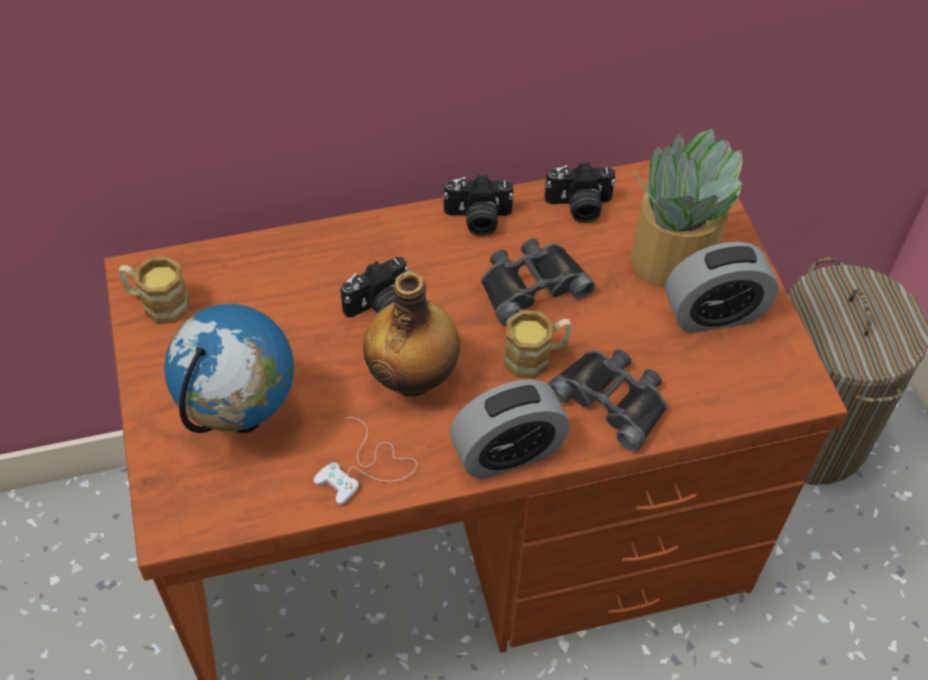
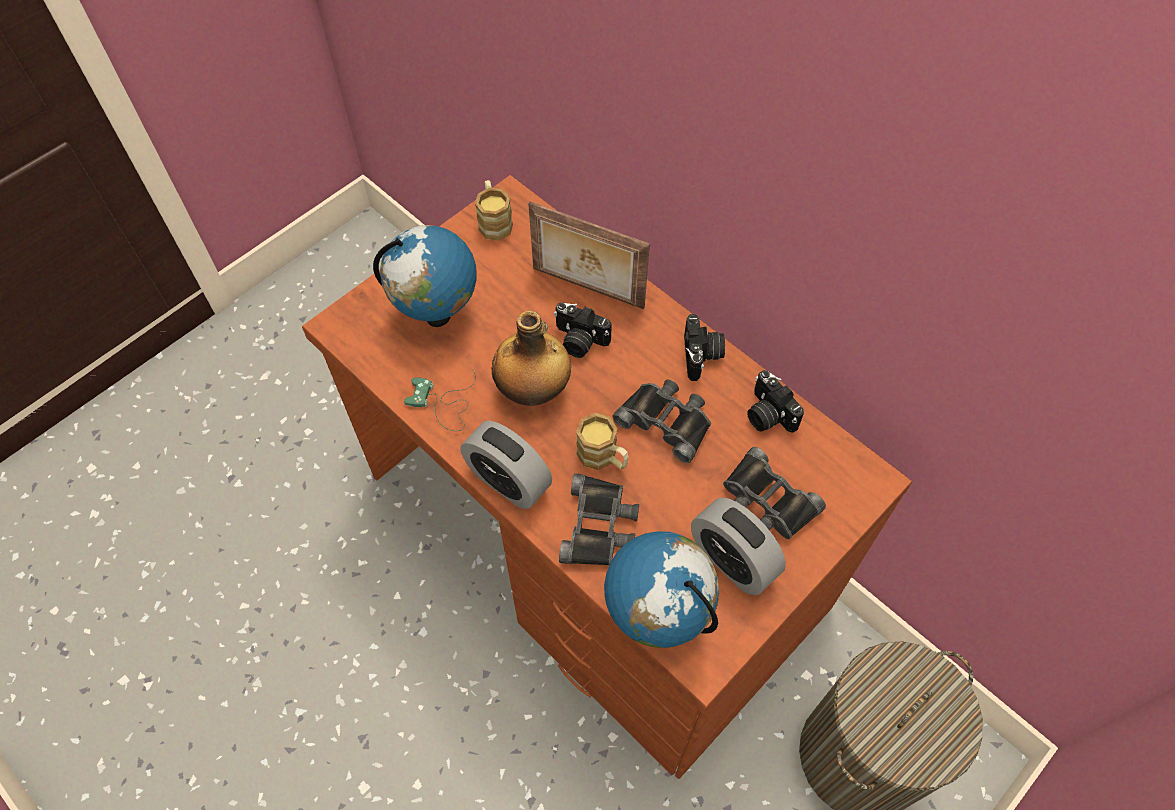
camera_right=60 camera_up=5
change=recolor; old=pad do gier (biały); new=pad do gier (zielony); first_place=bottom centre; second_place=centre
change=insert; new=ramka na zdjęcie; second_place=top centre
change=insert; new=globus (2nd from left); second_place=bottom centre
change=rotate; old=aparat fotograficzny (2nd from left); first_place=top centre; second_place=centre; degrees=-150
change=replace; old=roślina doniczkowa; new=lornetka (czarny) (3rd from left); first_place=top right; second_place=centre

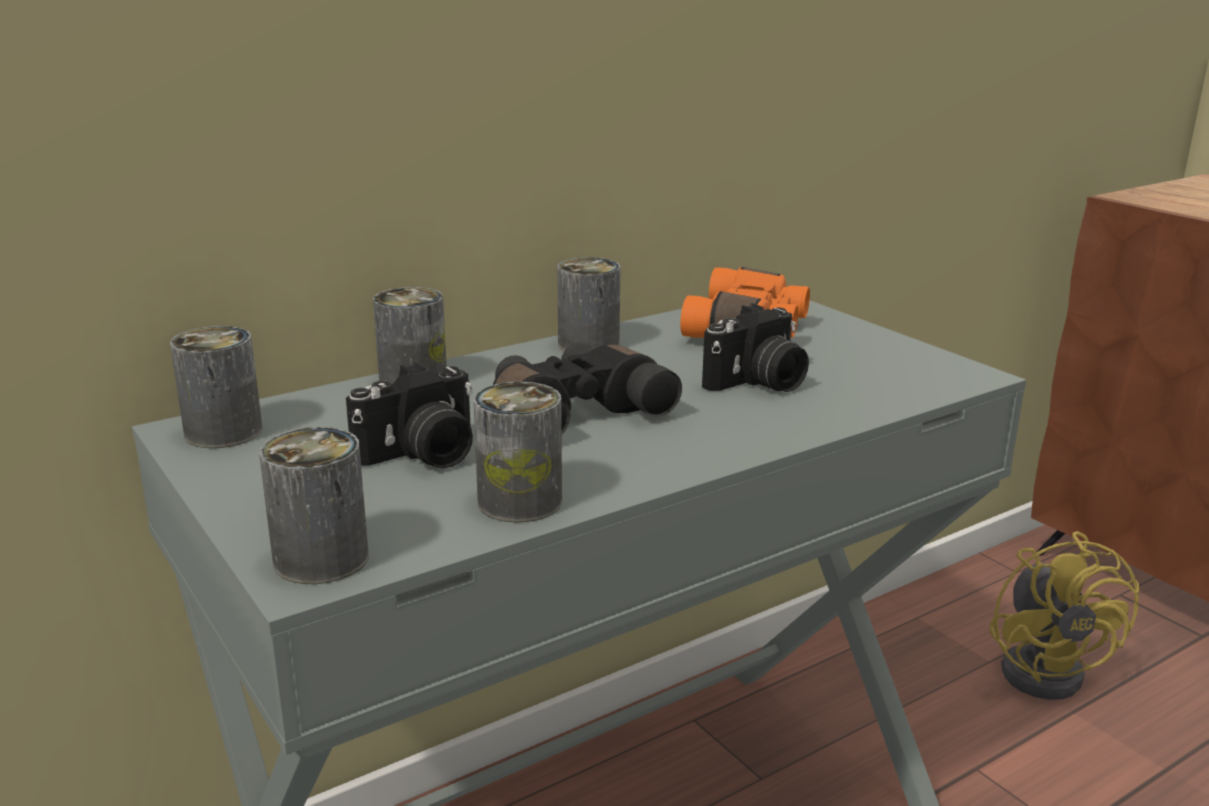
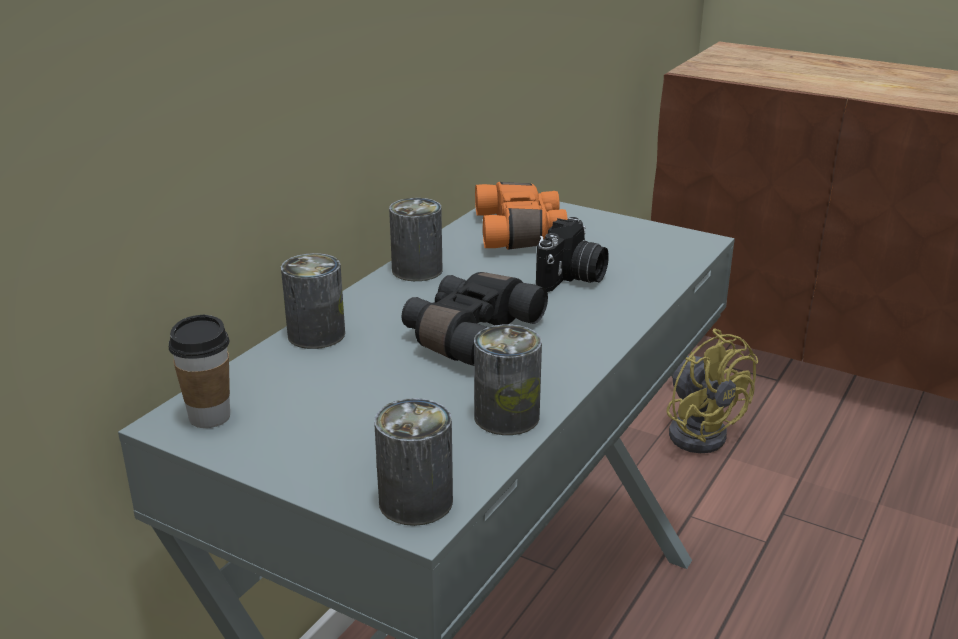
camera_right=-25 camera_up=5
change=replace; old=puszka (1st from left); new=filiżanka; first_place=middle left; second_place=middle left
change=delete; old=aparat fotograficzny (1st from left); first_place=centre

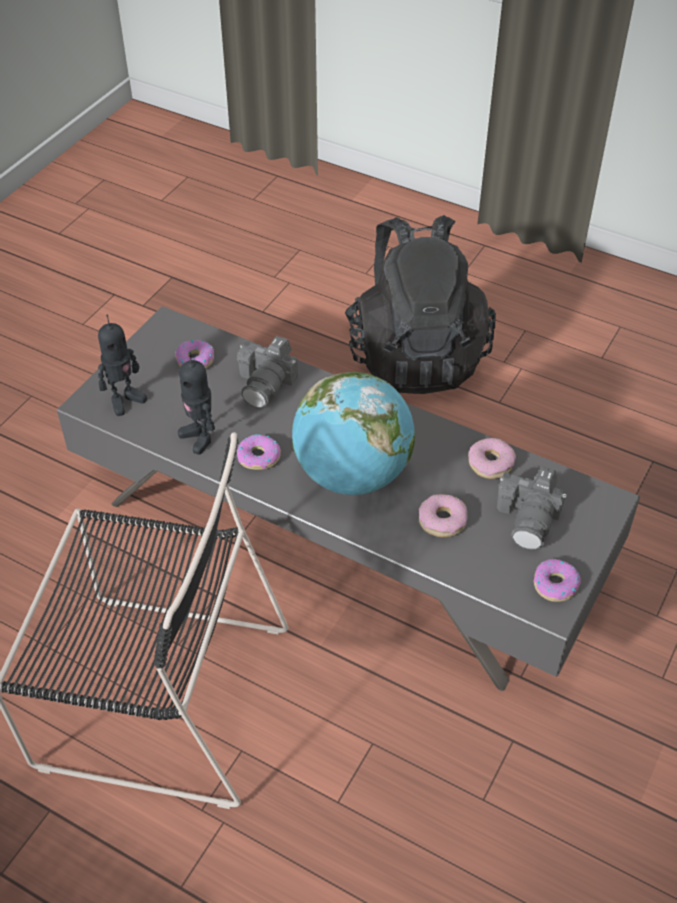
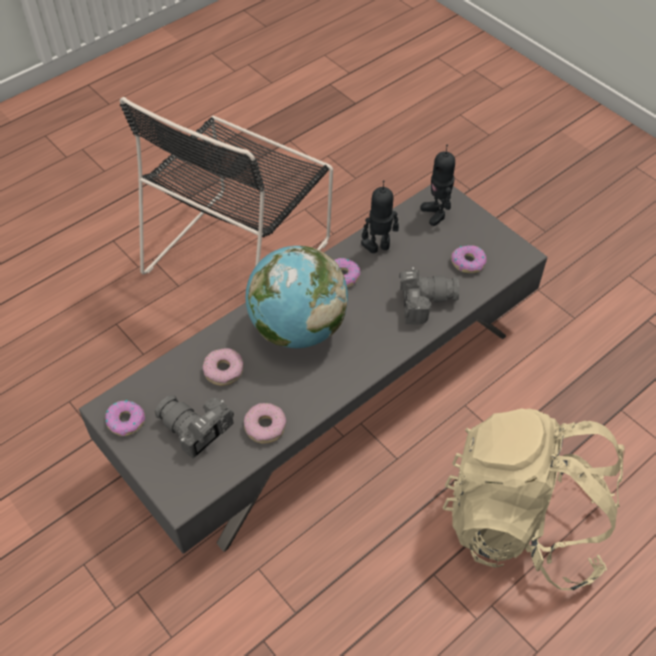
camera_right=110 camera_up=5
change=rotate; old=aparat fotograficzny (1st from left in the first image); first_place=centre; second_place=centre; degrees=135
change=recolor; old=plecak (czarny); new=plecak (beżowy); first_place=centre; second_place=bottom right

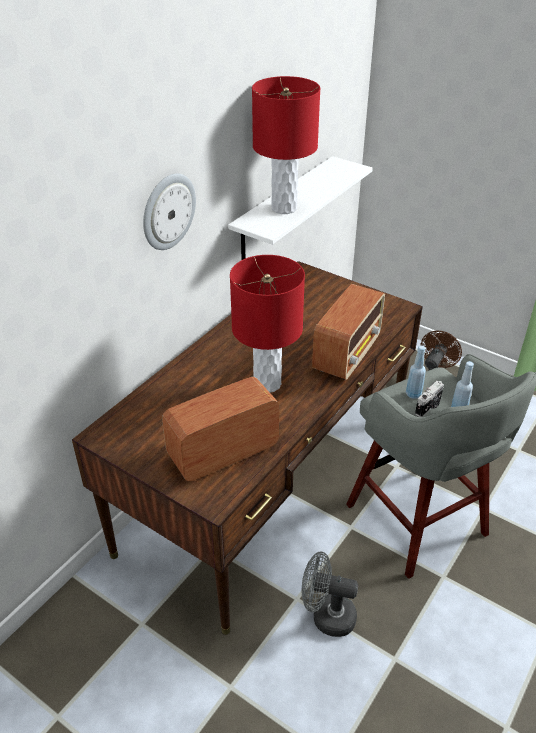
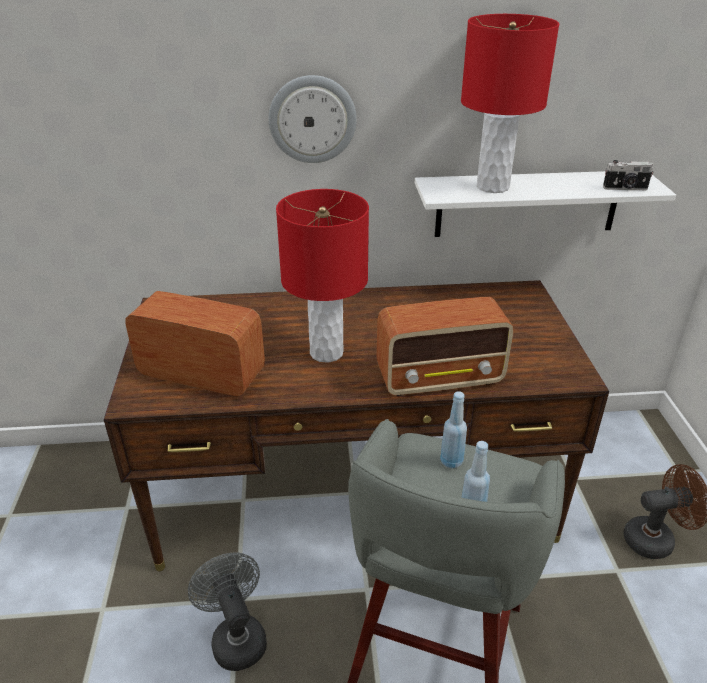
camera_right=50 camera_up=-5
change=move; old=aparat fotograficzny; first_place=middle right; second_place=top right

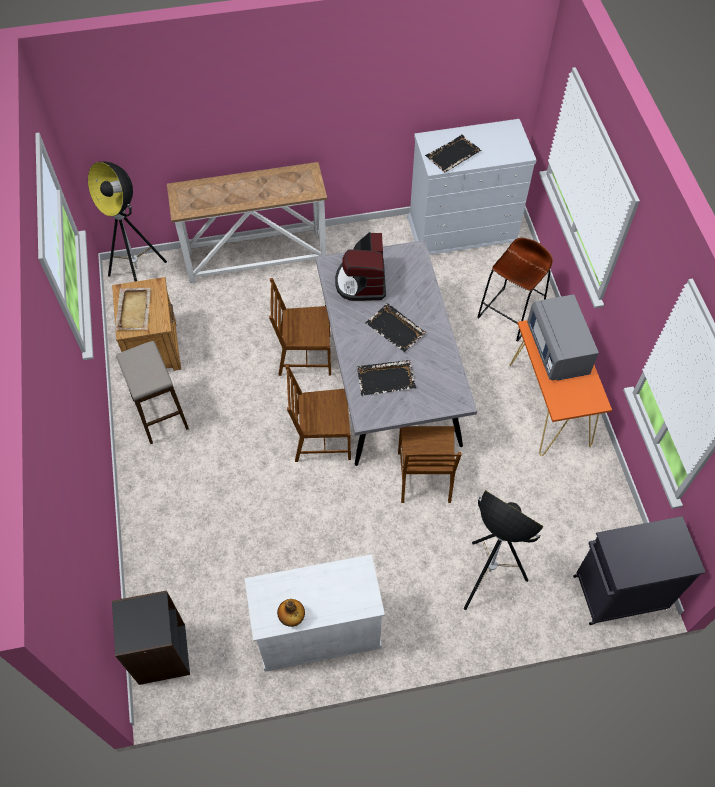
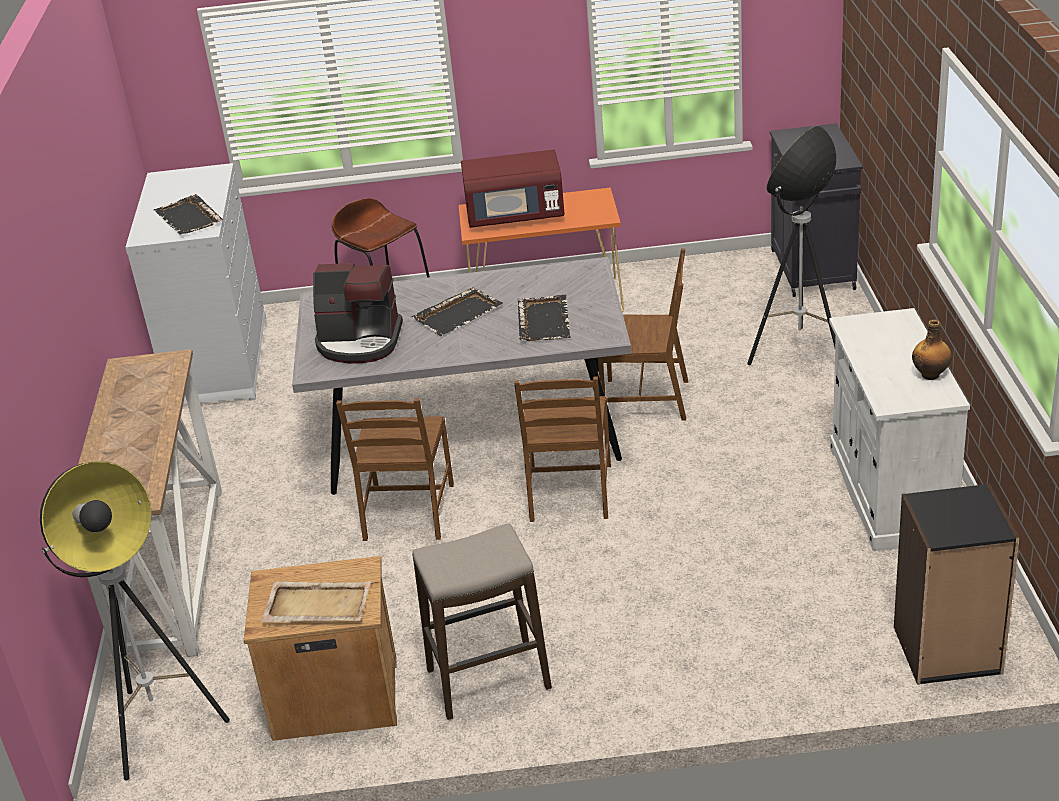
camera_right=-80 camera_up=-25
change=recolor; old=mikrofalówka (szary); new=mikrofalówka (czerwony); first_place=middle right; second_place=top centre

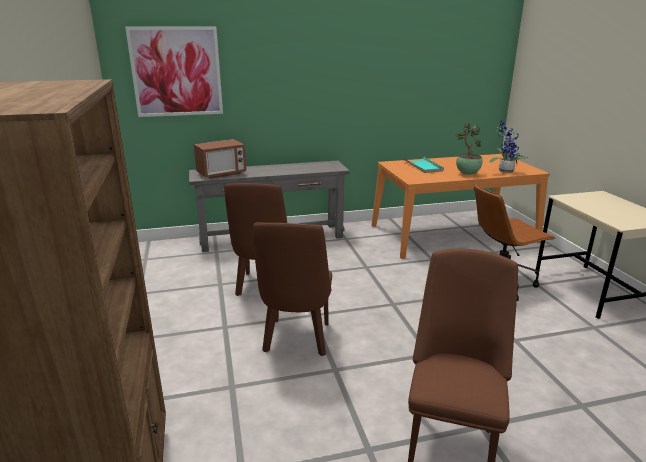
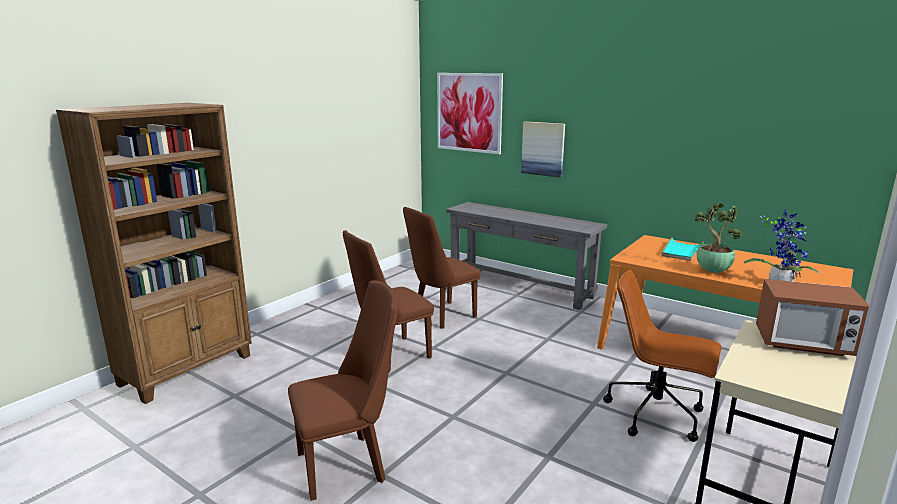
camera_right=50 camera_up=-5
change=insert; new=obraz (2nd from left); second_place=top centre
change=move; old=mikrofalówka; first_place=centre; second_place=middle right

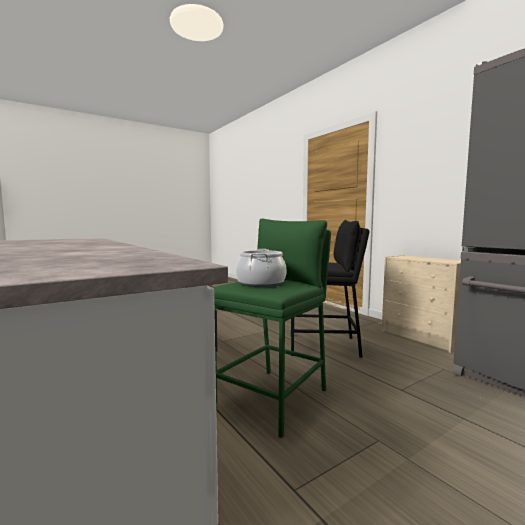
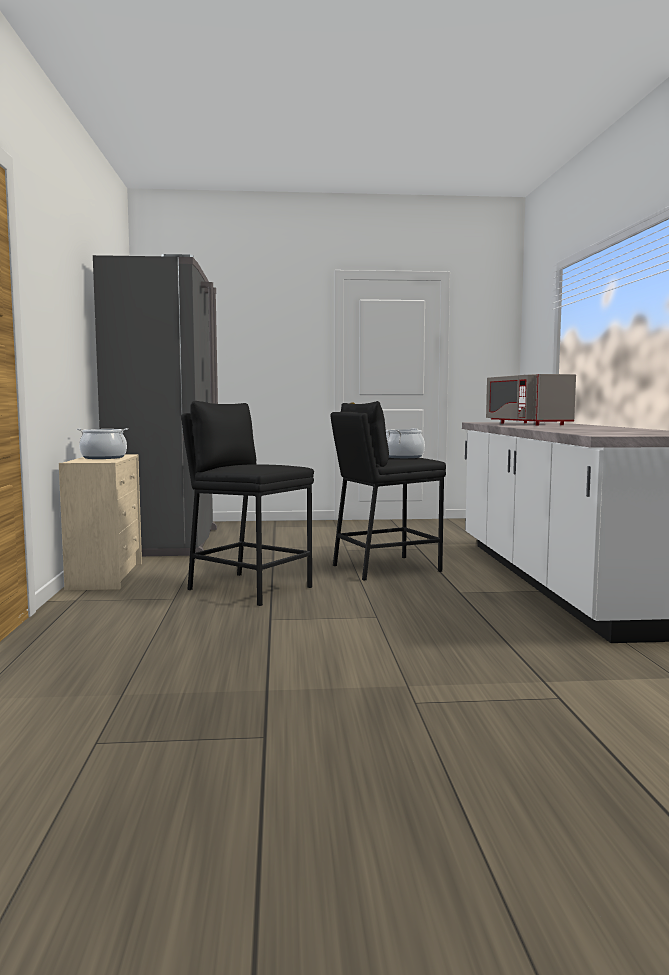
camera_right=-150 camera_up=0
change=insert; new=garnek (1st from left); second_place=middle left
change=recolor; old=stołek (zielony); new=stołek (czarny) (2nd from left); first_place=centre; second_place=centre
change=insert; new=mikrofalówka (szary); second_place=middle right

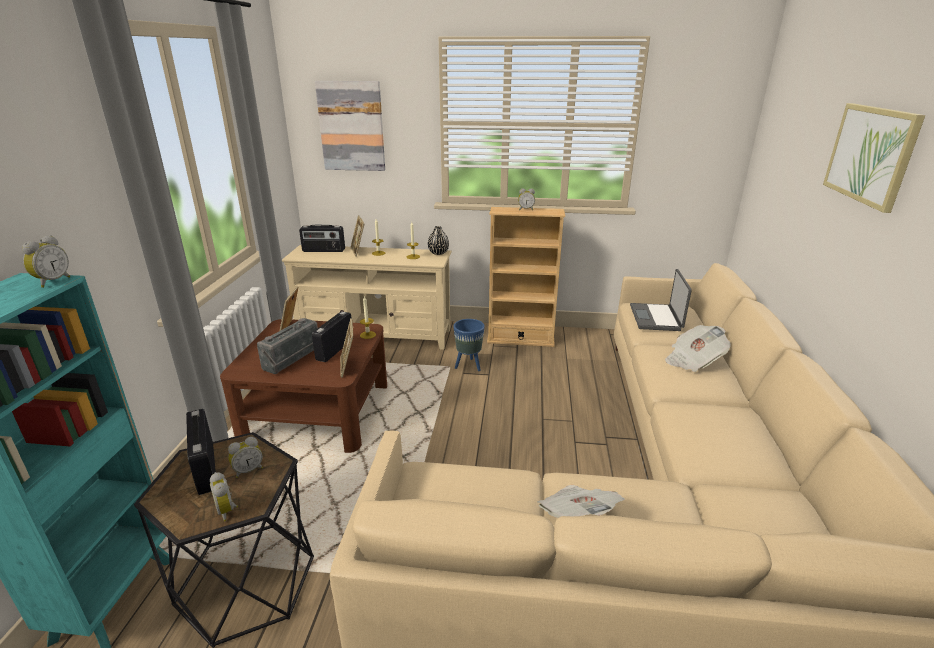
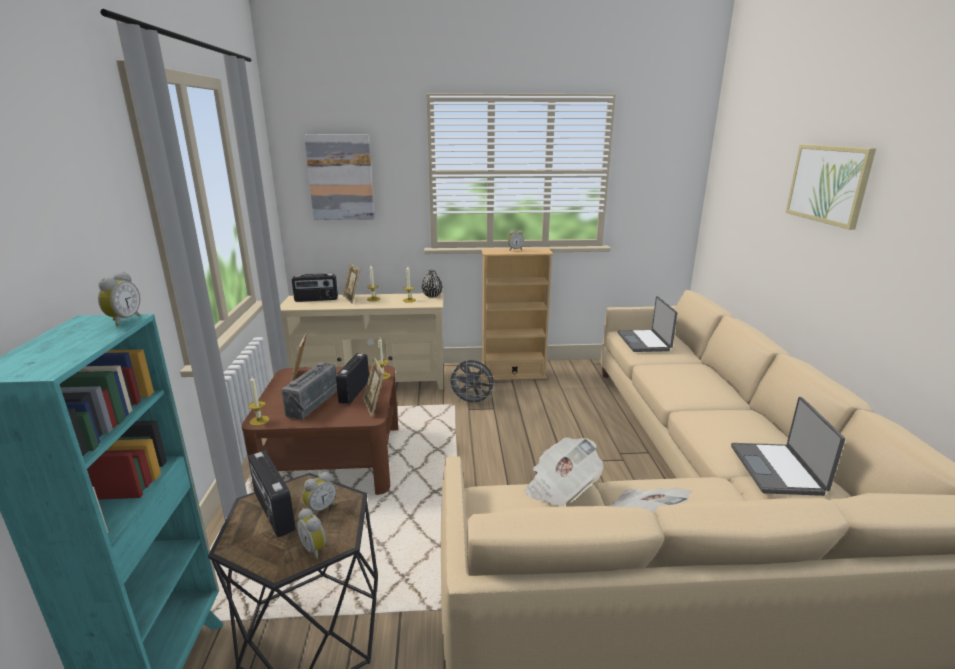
camera_right=-10 camera_up=-5
change=insert; new=świeca (1st from left); second_place=middle left
change=replace; old=donica (niebieski); new=wentylator (szary); first_place=centre; second_place=centre
change=move; old=gazeta (2nd from left in the first image); new=gazeta (1st from left); first_place=middle right; second_place=bottom centre
change=insert; new=laptop (2nd from left); second_place=bottom right

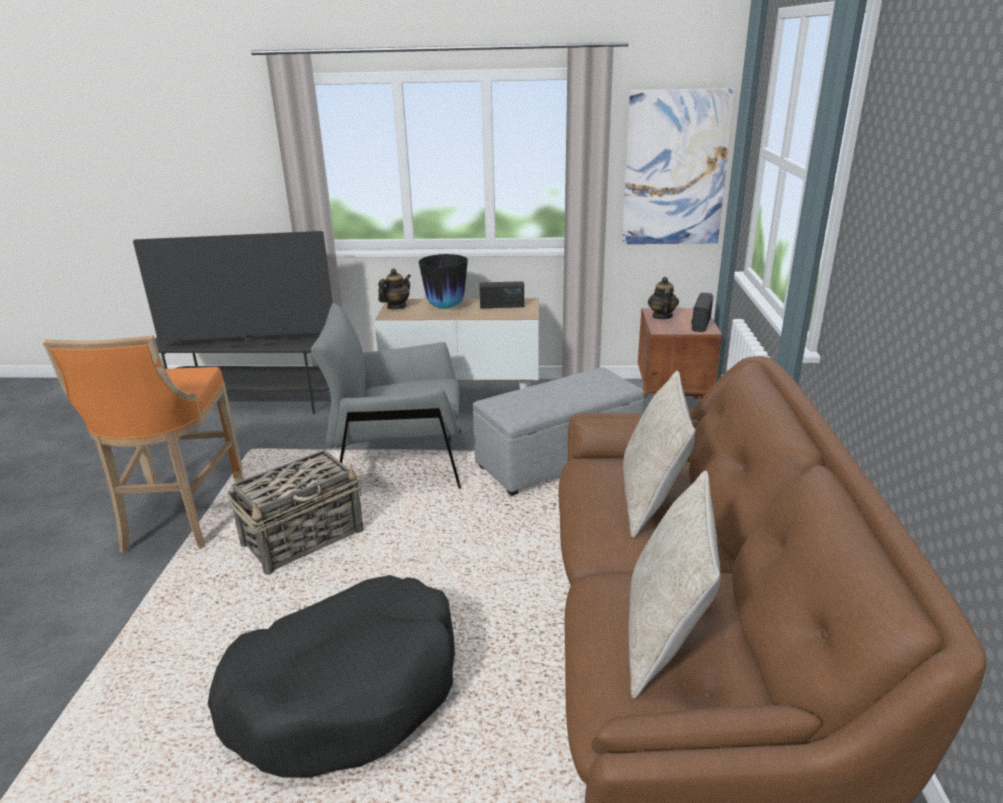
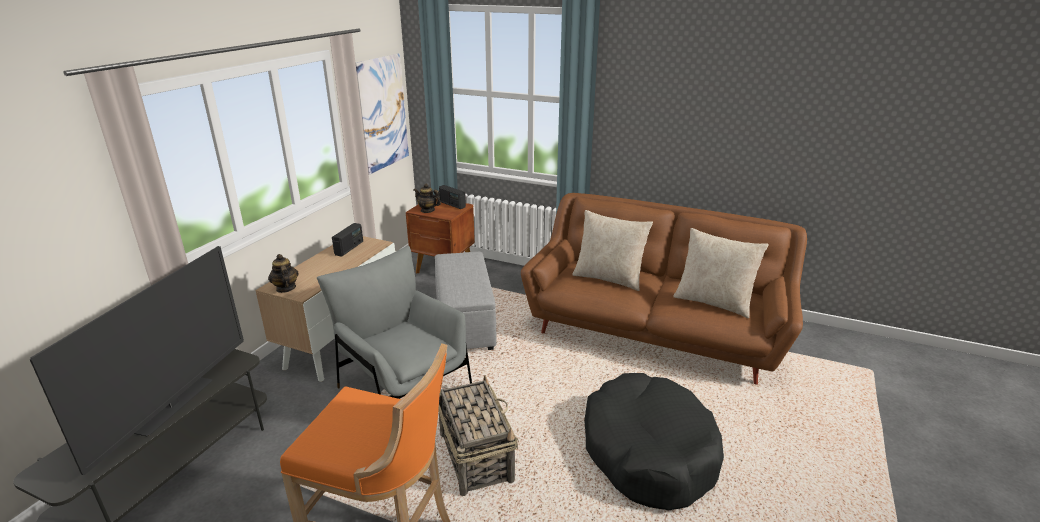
camera_right=-70 camera_up=0
change=rotate; old=fotel (szary); first_place=centre; second_place=centre; degrees=120
change=delete; old=wazon; first_place=centre

